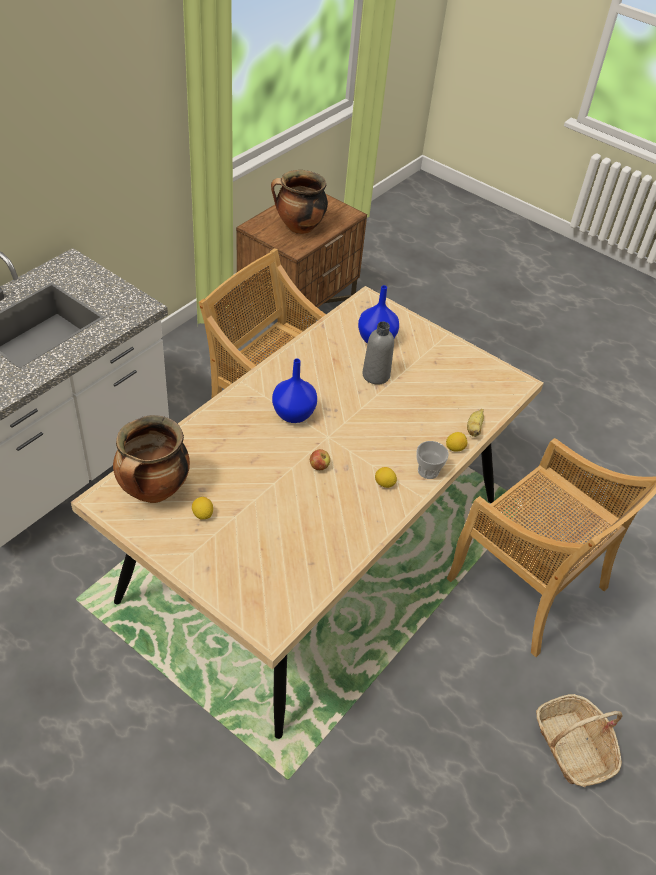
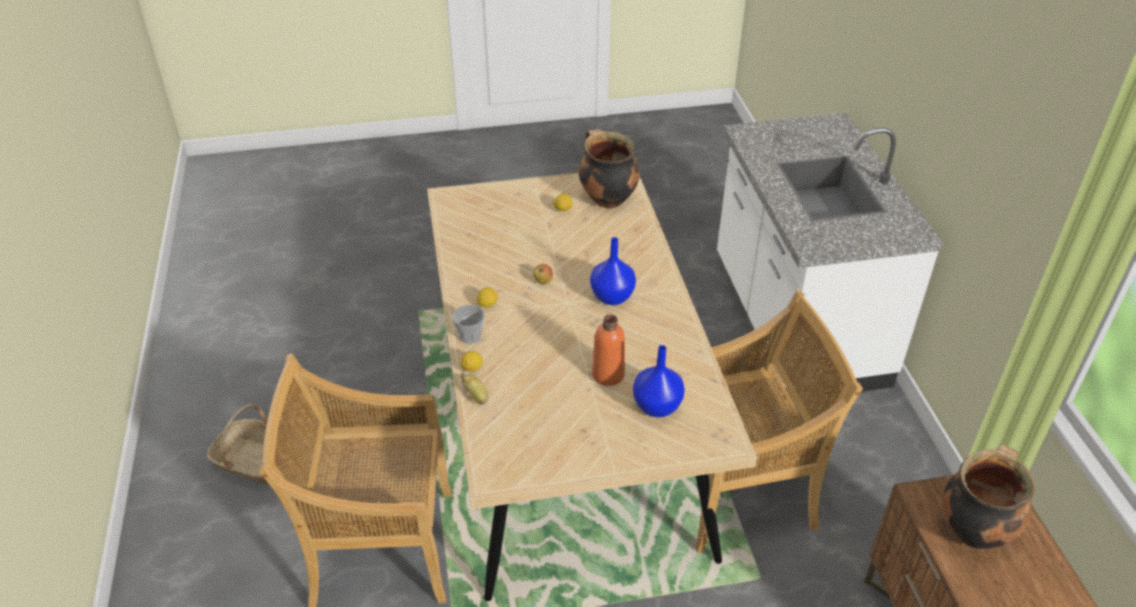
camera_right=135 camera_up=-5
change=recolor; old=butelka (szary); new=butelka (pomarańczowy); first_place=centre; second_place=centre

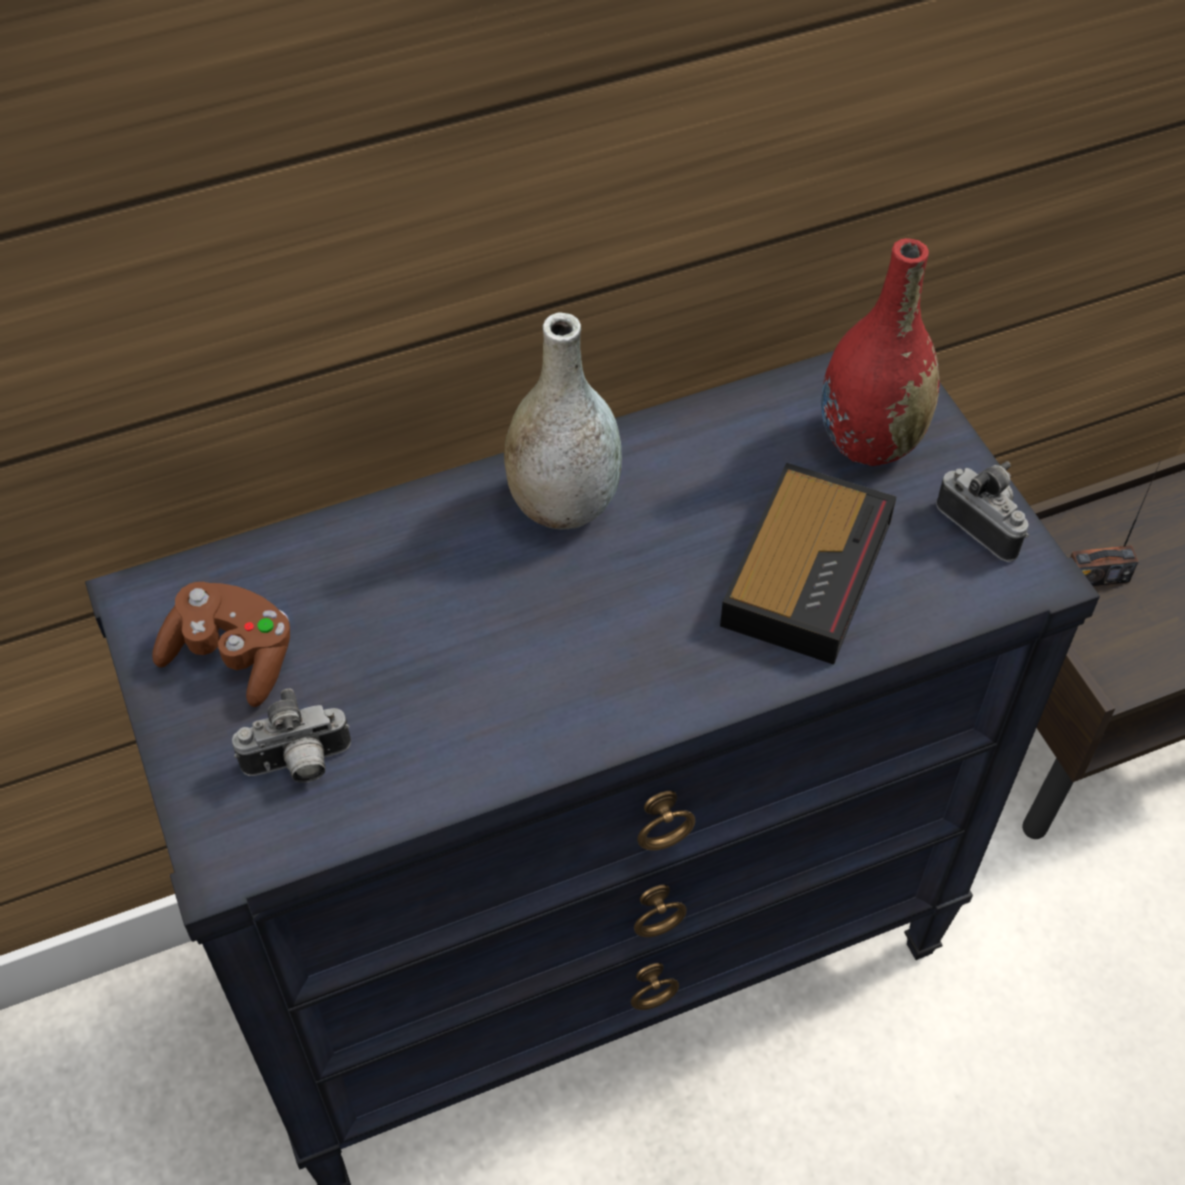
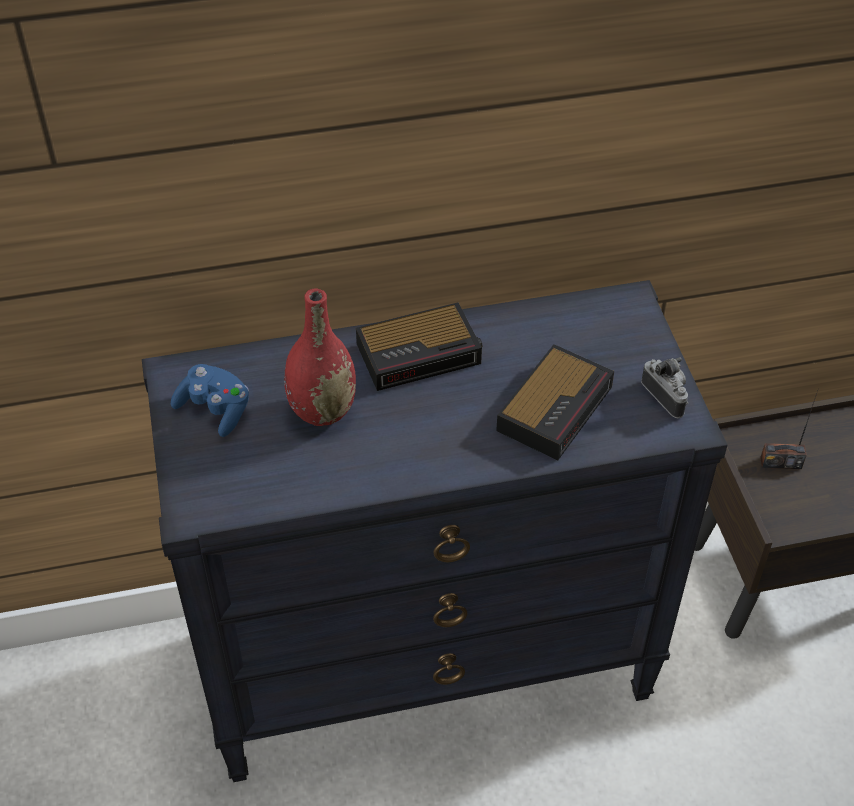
camera_right=10 camera_up=-5
change=recolor; old=pad do gier (brązowy); new=pad do gier (niebieski); first_place=middle left; second_place=middle left
change=move; old=wazon (czerwony); first_place=top right; second_place=centre
change=replace; old=wazon (szary); new=budzik (1st from left); first_place=centre; second_place=centre
change=delete; old=aparat fotograficzny (1st from left); first_place=middle left

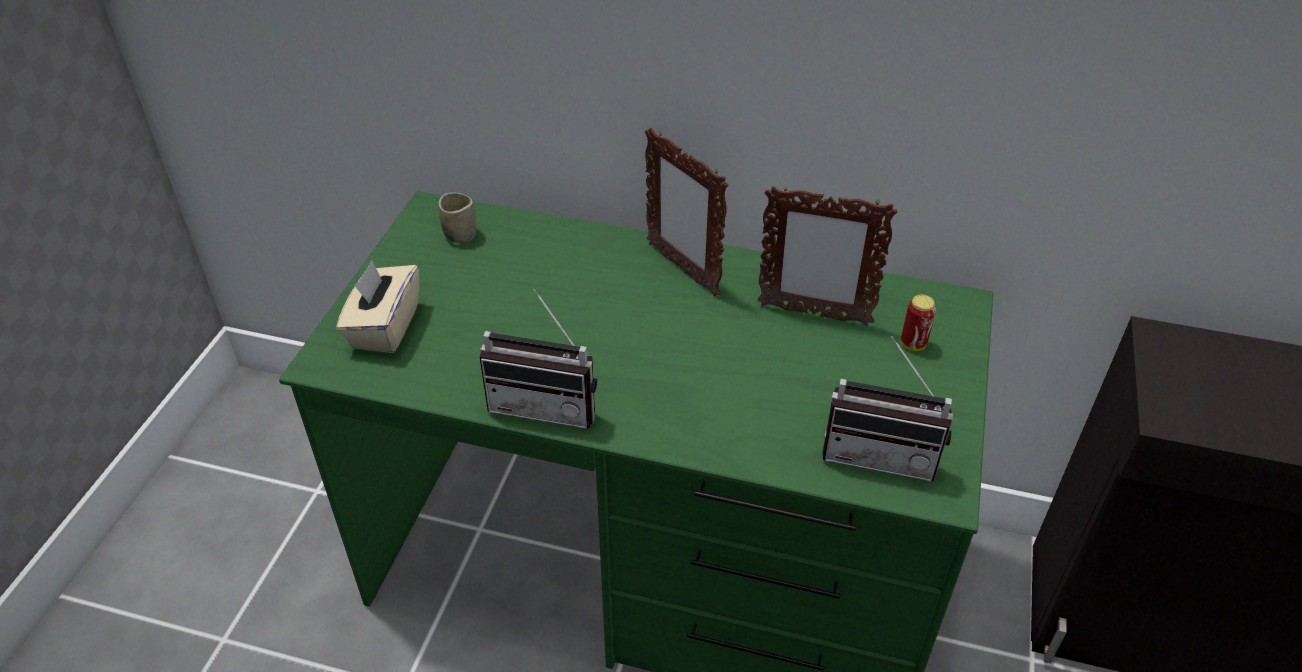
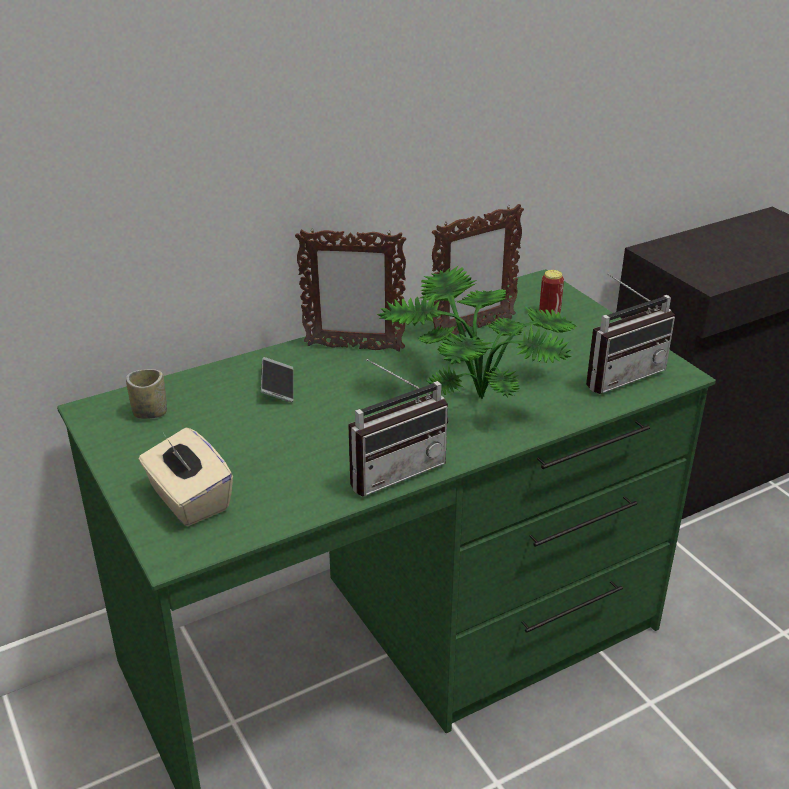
camera_right=-45 camera_up=-10
change=insert; new=telefon; second_place=centre
change=insert; new=roślina doniczkowa; second_place=centre

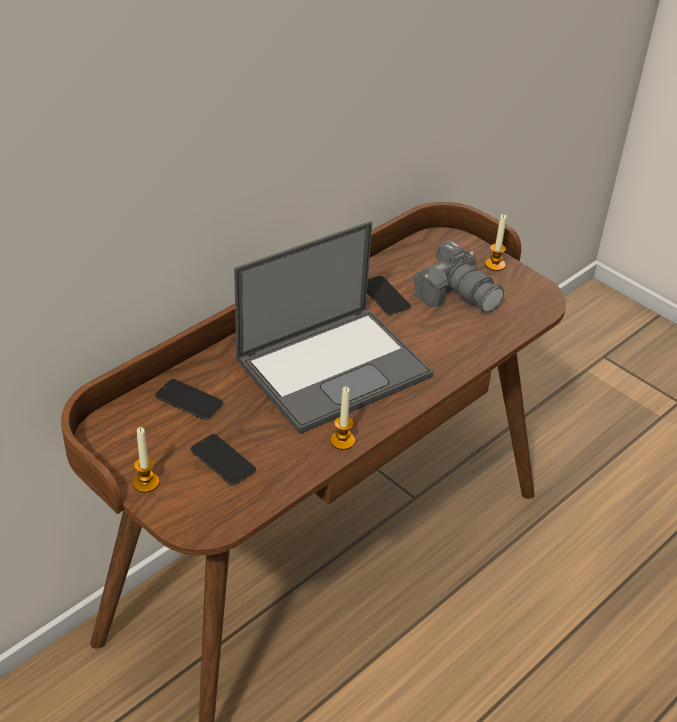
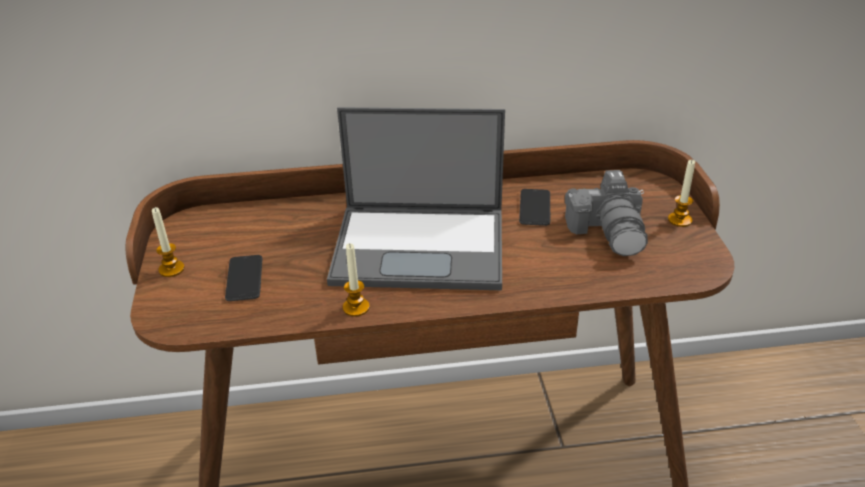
camera_right=40 camera_up=-5
change=delete; old=telefon (1st from left); first_place=middle left

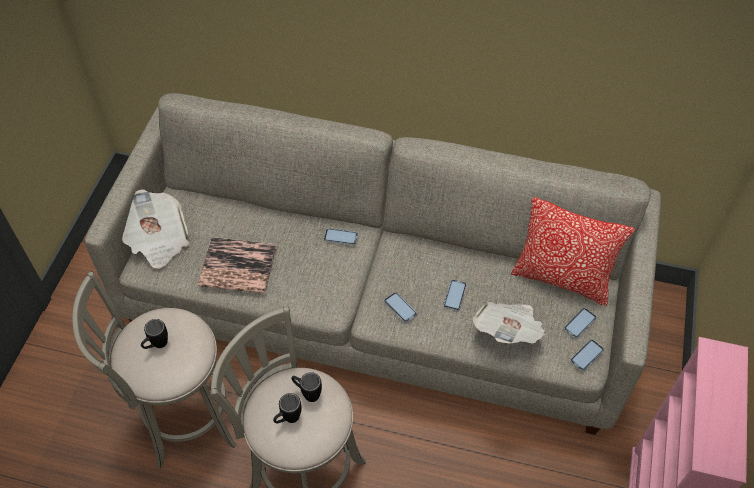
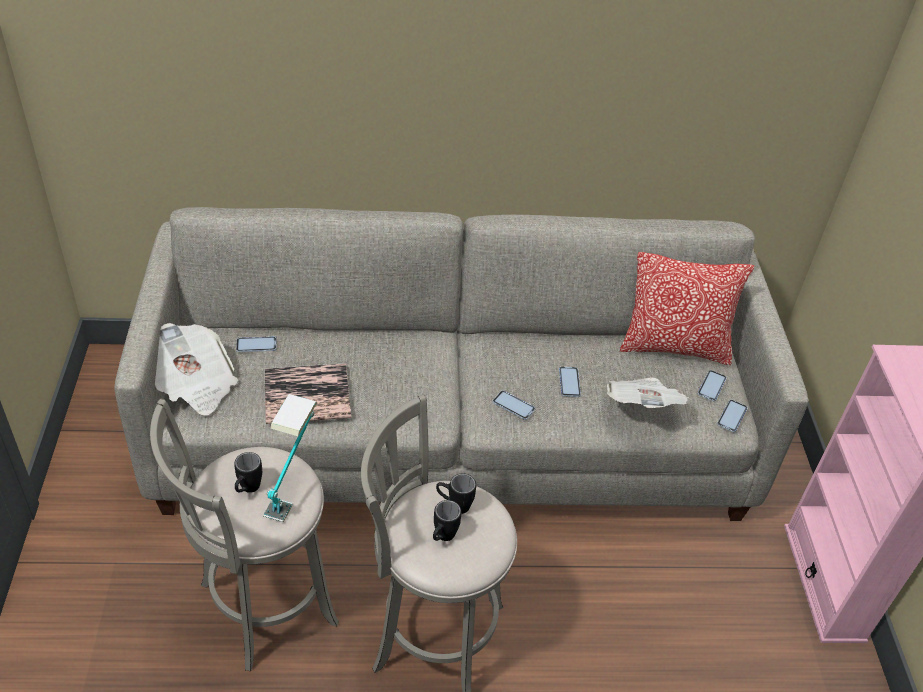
camera_right=-20 camera_up=-10
change=move; old=telefon (1st from left); first_place=centre; second_place=middle left
change=insert; new=lampa stołowa; second_place=middle left

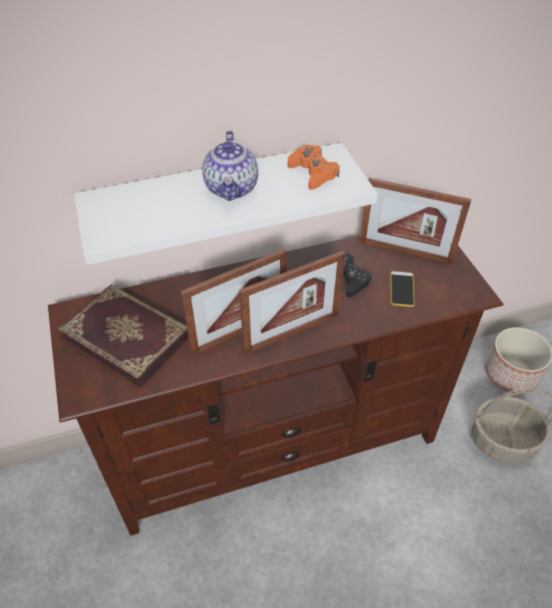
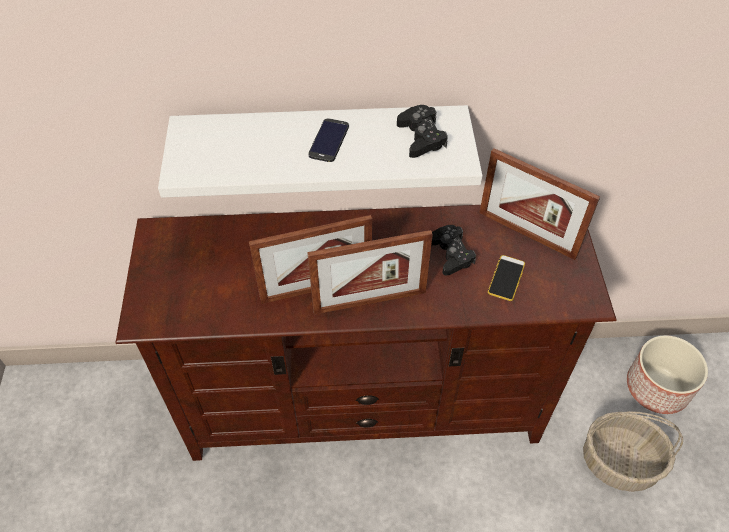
camera_right=15 camera_up=5
change=replace; old=imbryk; new=telefon (1st from left); first_place=top centre; second_place=top centre
change=recolor; old=pad do gier (pomarańczowy); new=pad do gier (czarny) (1st from left); first_place=top centre; second_place=top centre
change=delete; old=książka; first_place=middle left

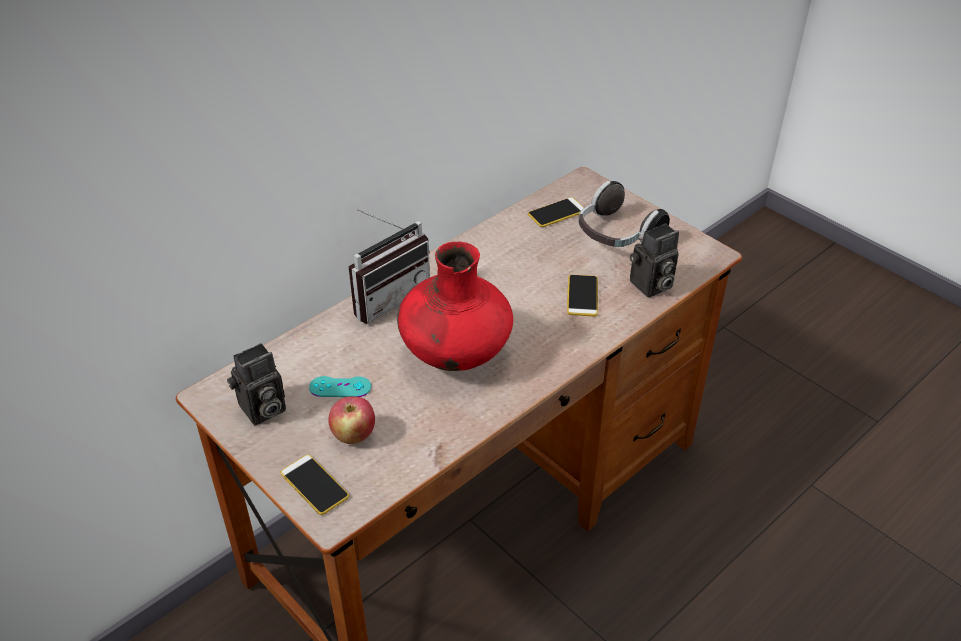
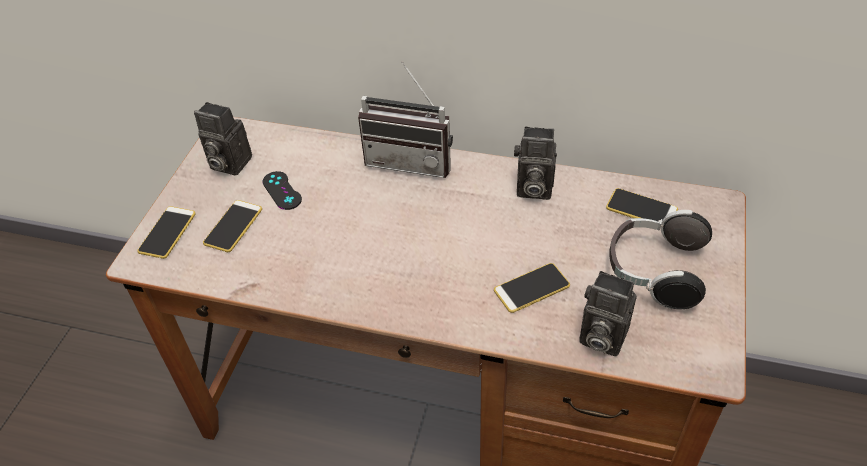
camera_right=60 camera_up=5
change=replace; old=jabłko; new=telefon (2nd from left); first_place=centre; second_place=middle left
change=recolor; old=pad do gier (turkusowy); new=pad do gier (czarny); first_place=centre; second_place=middle left
change=insert; new=aparat fotograficzny (2nd from left); second_place=centre
change=delete; old=wazon (czerwony); first_place=centre

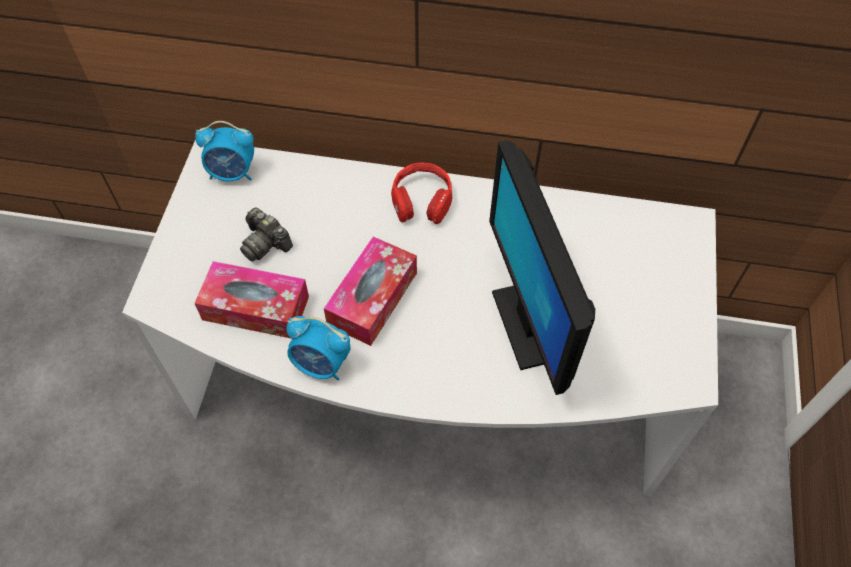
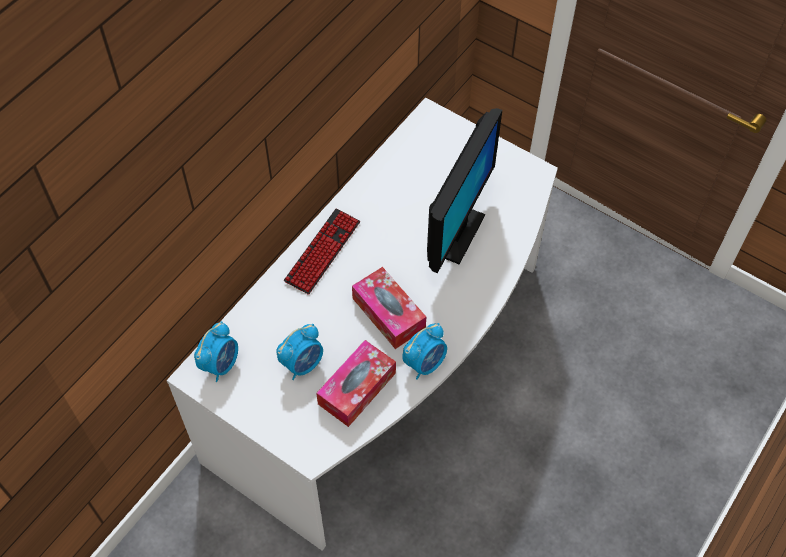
camera_right=-65 camera_up=0
change=replace; old=aparat fotograficzny; new=budzik (2nd from left); first_place=middle left; second_place=centre
change=replace; old=słuchawki (czerwony); new=klawiatura; first_place=centre; second_place=centre
change=rotate; old=monitor; first_place=centre; second_place=centre; degrees=-75

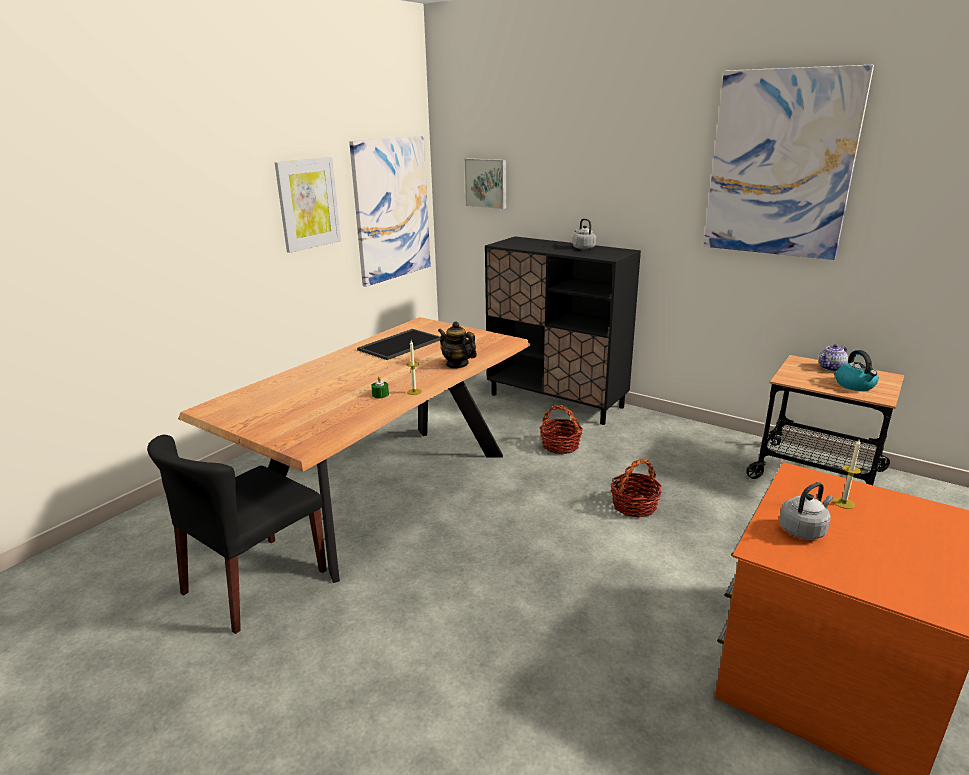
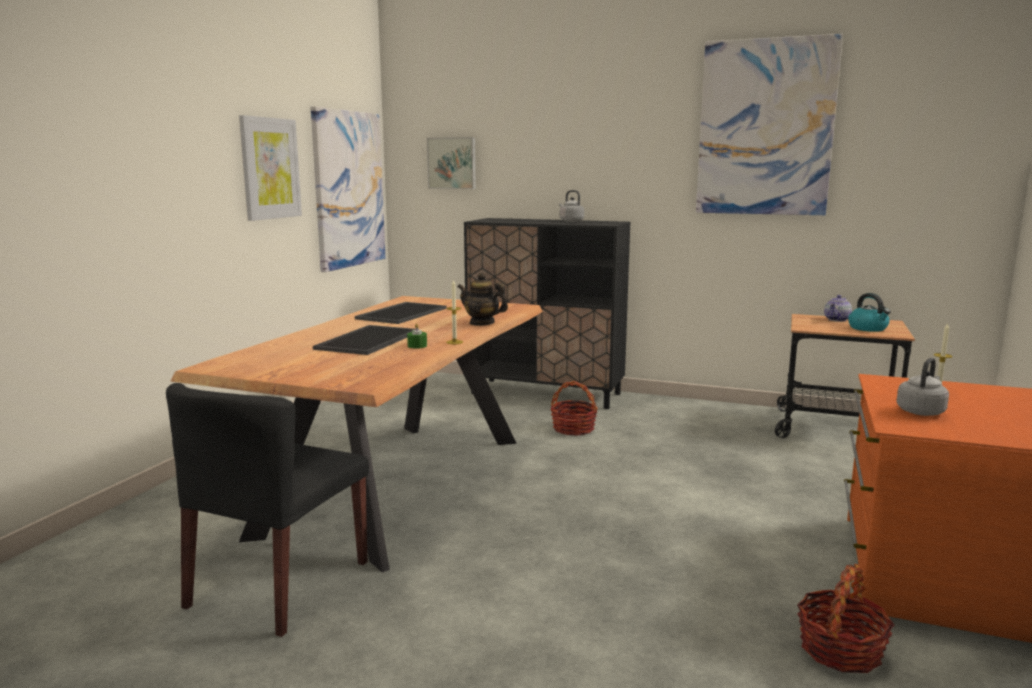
camera_right=-15 camera_up=-10
change=insert; new=taca (1st from left); second_place=centre
change=move; old=koszyk (2nd from left); first_place=centre; second_place=bottom right

